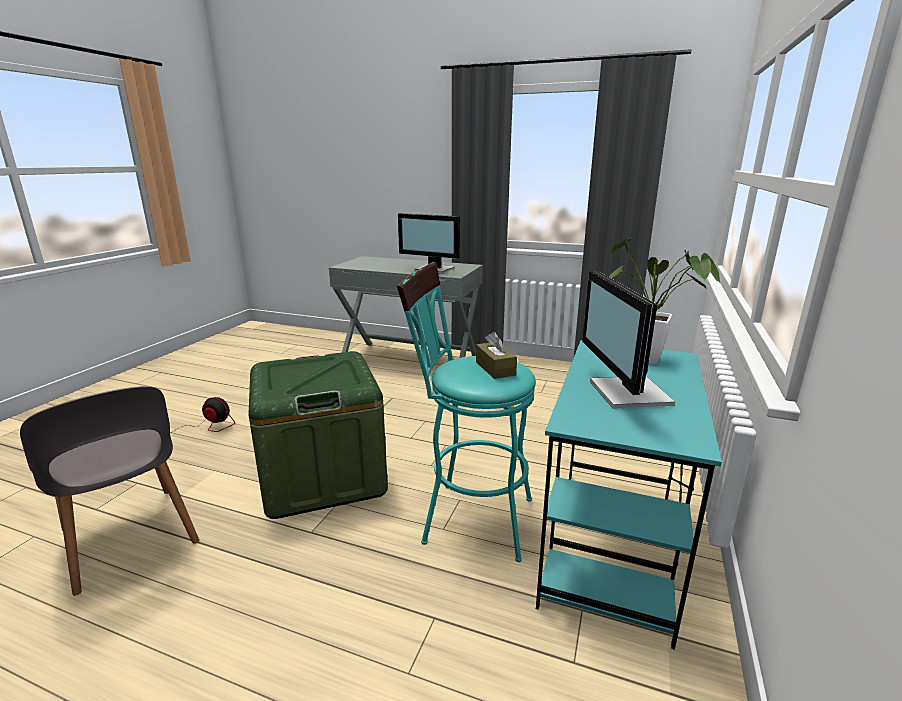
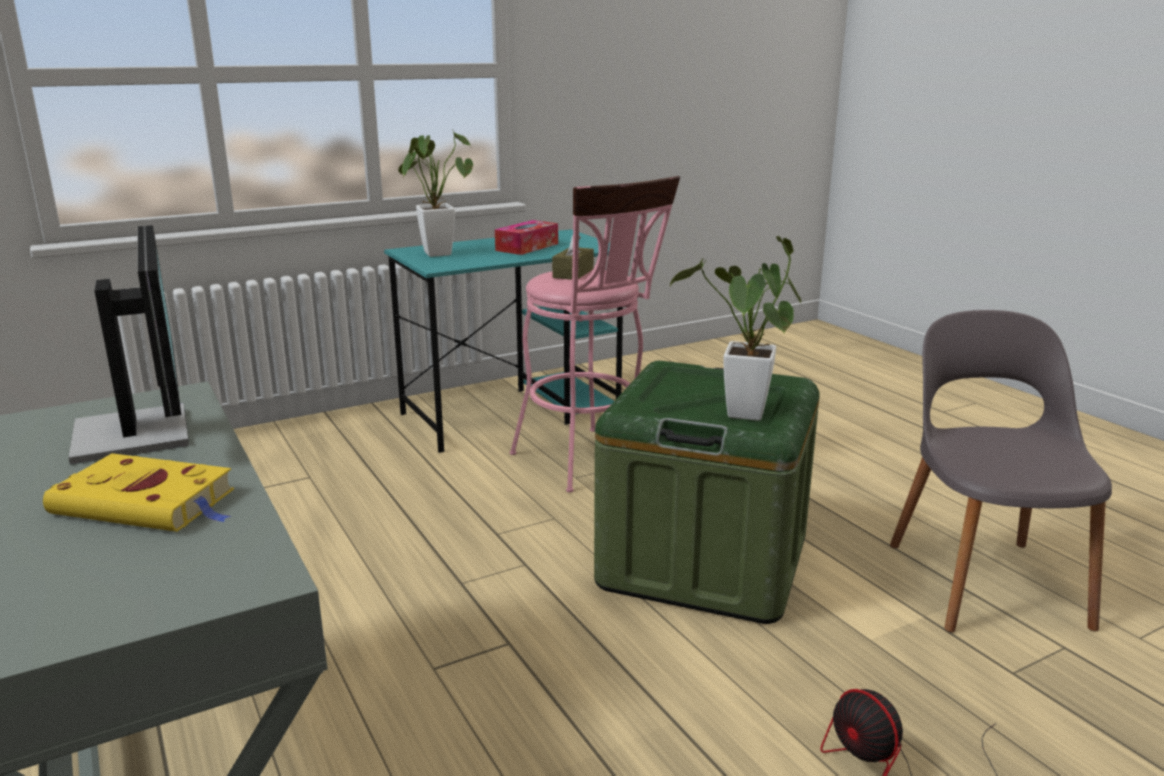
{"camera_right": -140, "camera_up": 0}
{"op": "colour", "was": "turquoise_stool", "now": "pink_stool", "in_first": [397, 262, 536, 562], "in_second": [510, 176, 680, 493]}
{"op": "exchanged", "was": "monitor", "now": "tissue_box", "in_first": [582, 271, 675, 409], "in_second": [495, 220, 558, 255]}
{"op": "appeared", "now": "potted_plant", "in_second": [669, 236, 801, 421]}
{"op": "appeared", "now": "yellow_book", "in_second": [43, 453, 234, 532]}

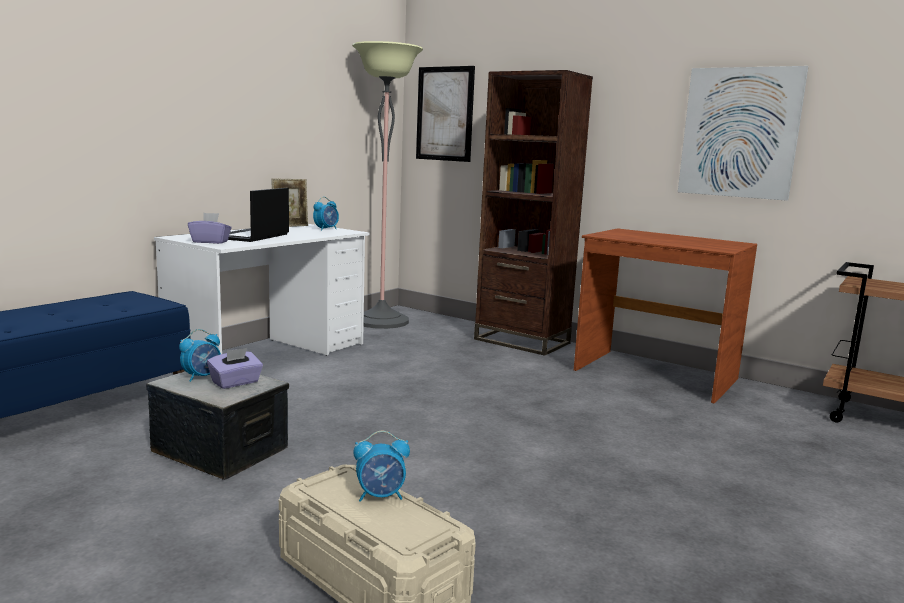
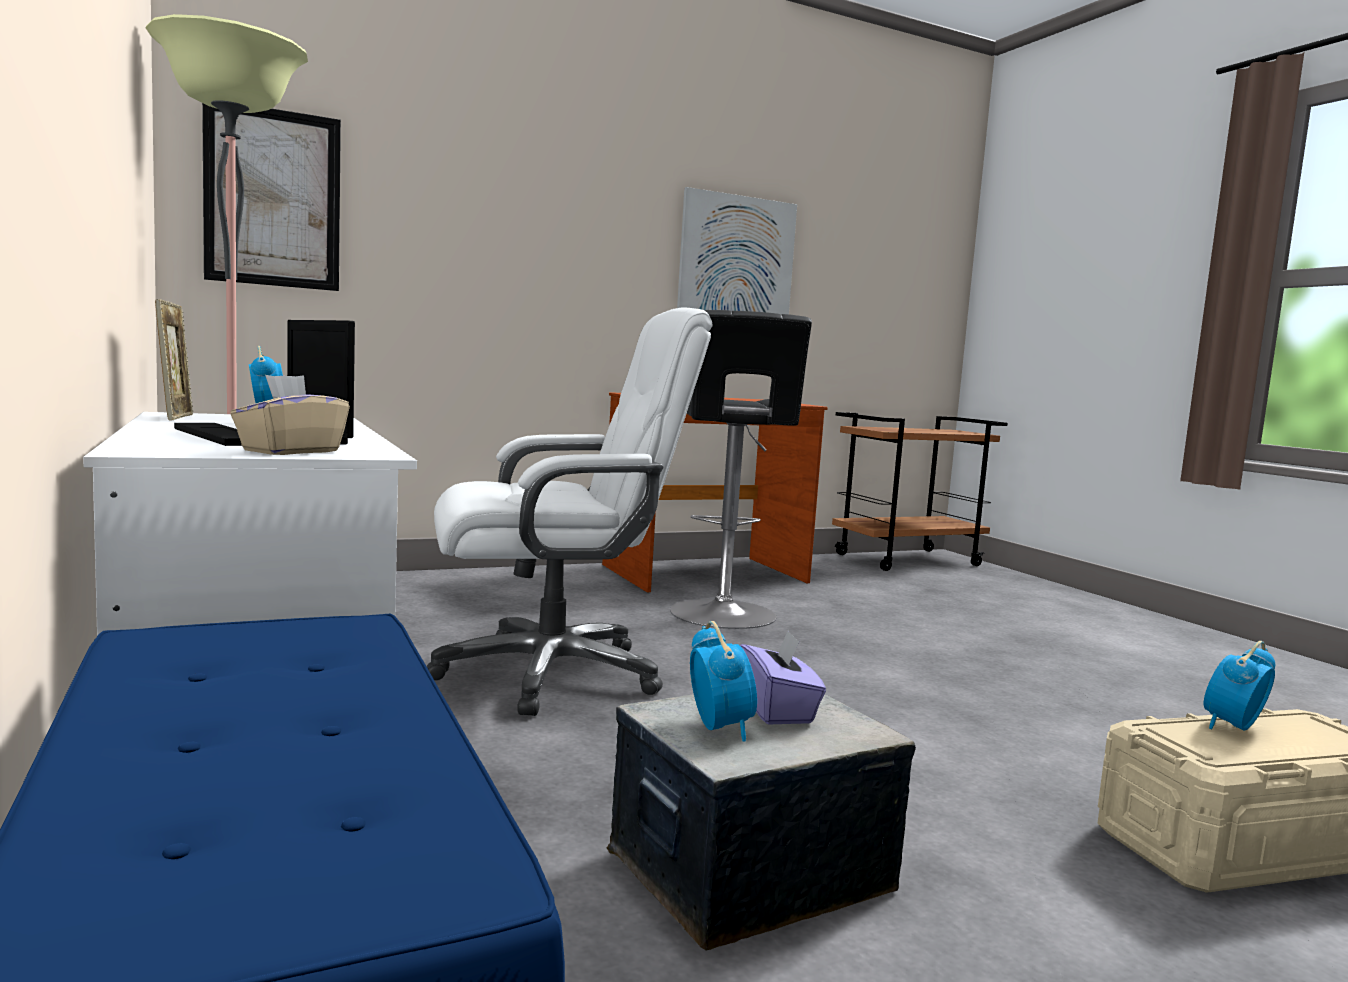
{"camera_right": -60, "camera_up": -5}
{"op": "missing", "was": "brown_bookcase", "in_first": [474, 70, 593, 356]}
{"op": "colour", "was": "purple_tissue_box", "now": "beige_tissue_box", "in_first": [188, 213, 232, 244], "in_second": [230, 375, 350, 455]}
{"op": "spun", "was": "alarm_clock", "in_first": [353, 431, 410, 502], "in_second": [1204, 641, 1275, 731], "clockwise": -150}
{"op": "appeared", "now": "white_office_chair", "in_second": [427, 307, 712, 716]}
{"op": "appeared", "now": "black_stool", "in_second": [670, 310, 812, 629]}

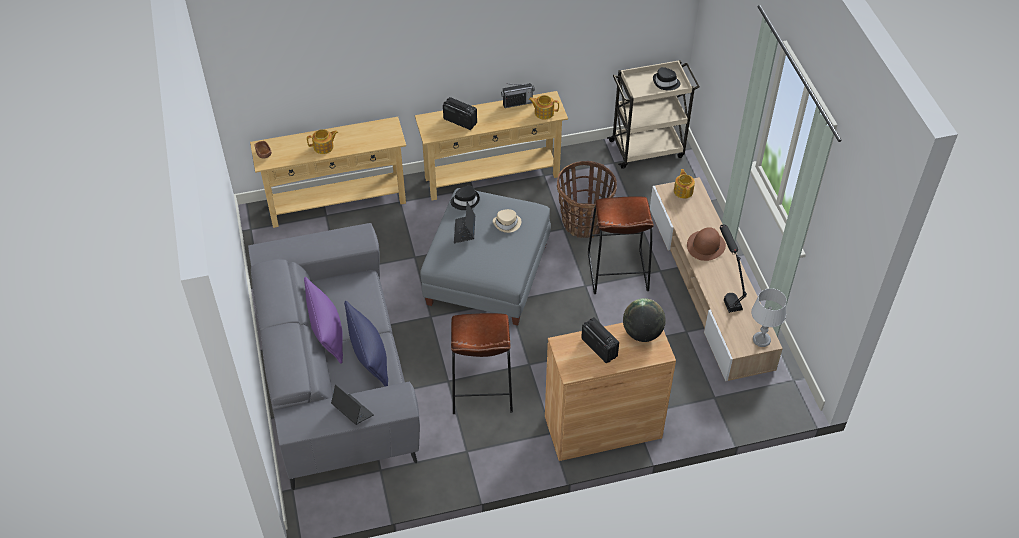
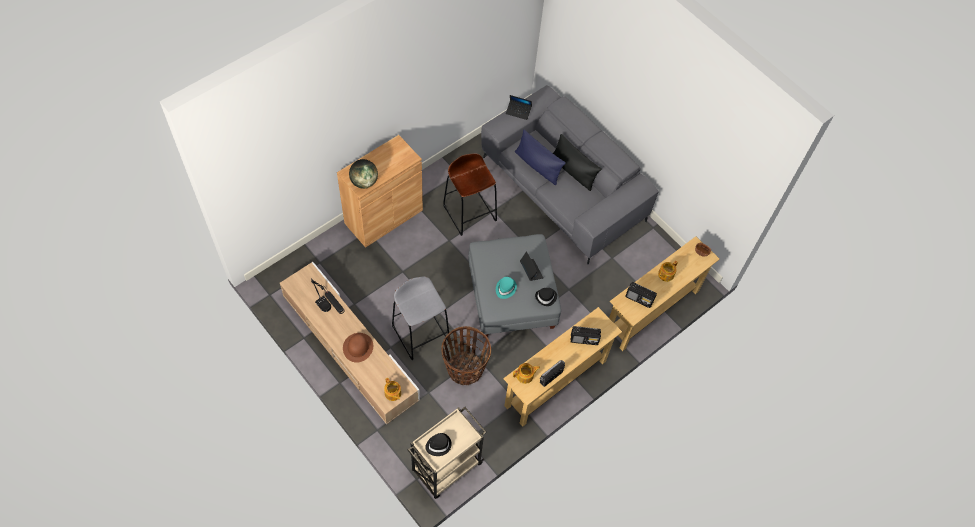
{"camera_right": 150, "camera_up": 10}
{"op": "colour", "was": "brown_stool", "now": "grey_stool", "in_first": [588, 196, 654, 294], "in_second": [392, 276, 449, 360]}
{"op": "colour", "was": "beige_hat", "now": "turquoise_hat", "in_first": [493, 209, 522, 233], "in_second": [496, 277, 517, 299]}
{"op": "colour", "was": "purple_pillow", "now": "black_pillow", "in_first": [304, 277, 343, 364], "in_second": [553, 134, 602, 191]}
{"op": "missing", "was": "grey_table_lamp", "in_first": [751, 288, 787, 347]}
{"op": "relocated", "was": "radio", "in_first": [581, 317, 619, 364], "in_second": [625, 282, 657, 308]}

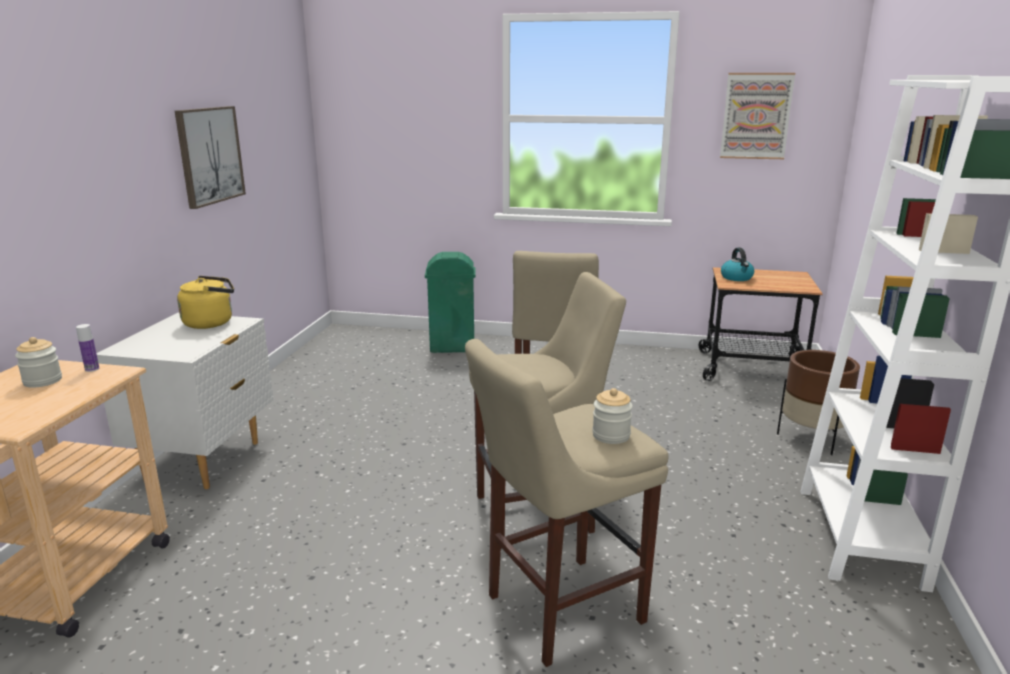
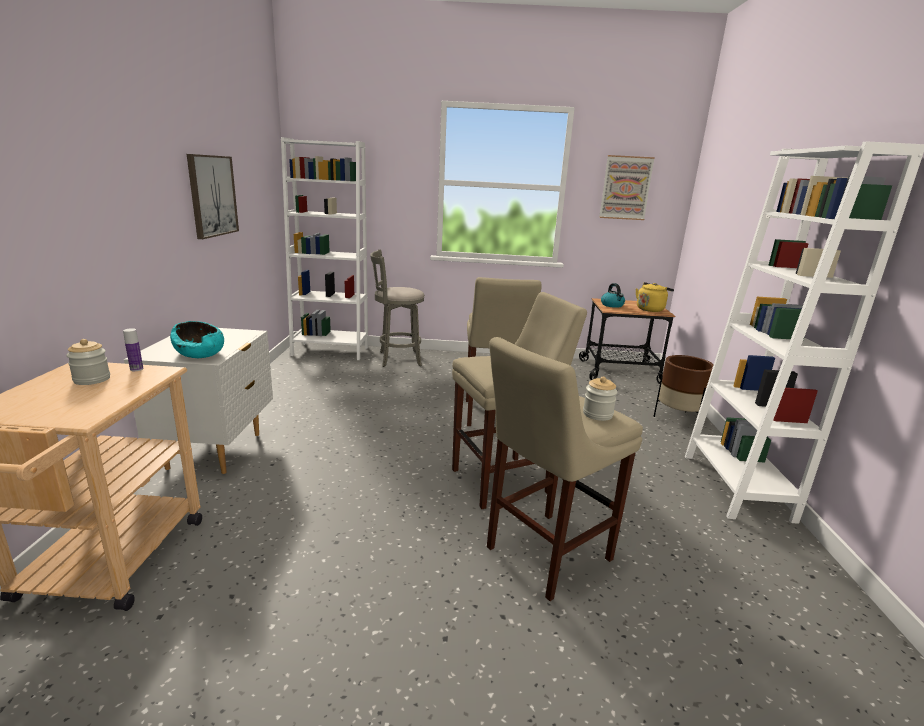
{"camera_right": -10, "camera_up": 0}
{"op": "exchanged", "was": "green_trash_can", "now": "grey_stool", "in_first": [425, 252, 476, 353], "in_second": [370, 249, 425, 367]}
{"op": "relocated", "was": "yellow_kettle", "in_first": [177, 276, 234, 329], "in_second": [636, 282, 674, 312]}
{"op": "appeared", "now": "white_bookcase", "in_second": [281, 137, 368, 360]}
{"op": "appeared", "now": "turquoise_bowl", "in_second": [170, 321, 224, 358]}

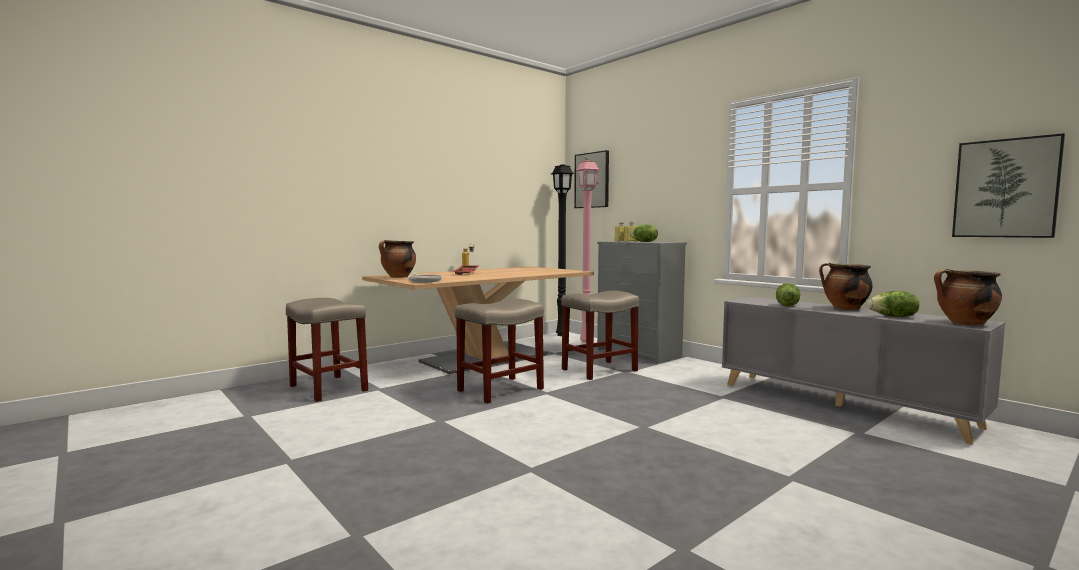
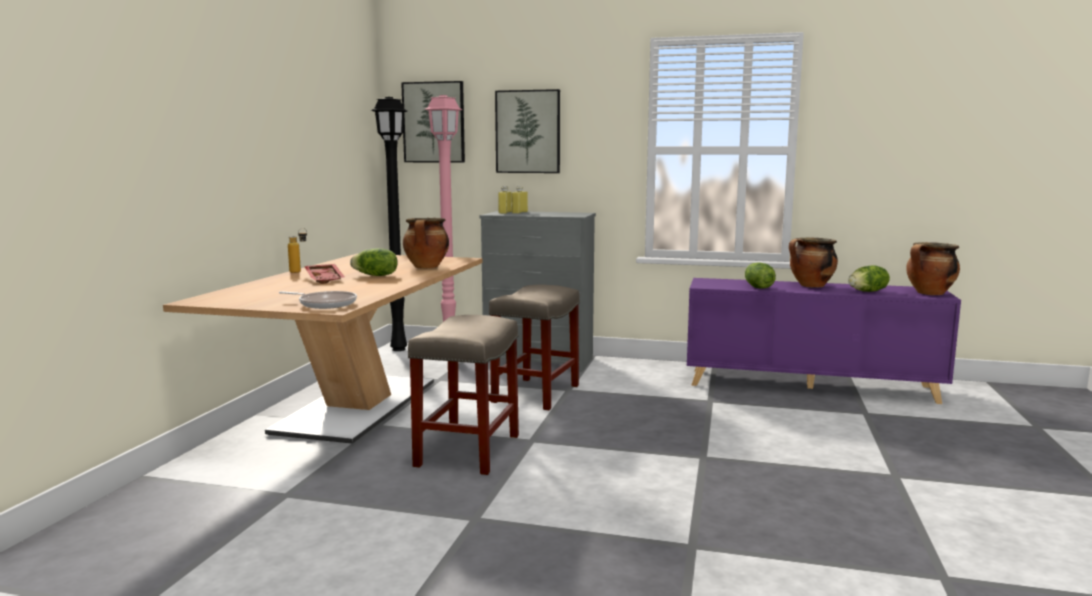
{"camera_right": -35, "camera_up": 5}
{"op": "relocated", "was": "picture", "in_first": [952, 133, 1065, 238], "in_second": [495, 89, 560, 173]}
{"op": "relocated", "was": "lettuce", "in_first": [630, 224, 658, 242], "in_second": [350, 248, 398, 276]}
{"op": "relocated", "was": "cooking_pot", "in_first": [379, 240, 416, 278], "in_second": [403, 218, 449, 269]}
{"op": "colour", "was": "grey_cabinet", "now": "purple_cabinet", "in_first": [722, 297, 1005, 445], "in_second": [687, 278, 961, 404]}
{"op": "missing", "was": "beige_stool", "in_first": [286, 298, 368, 402]}

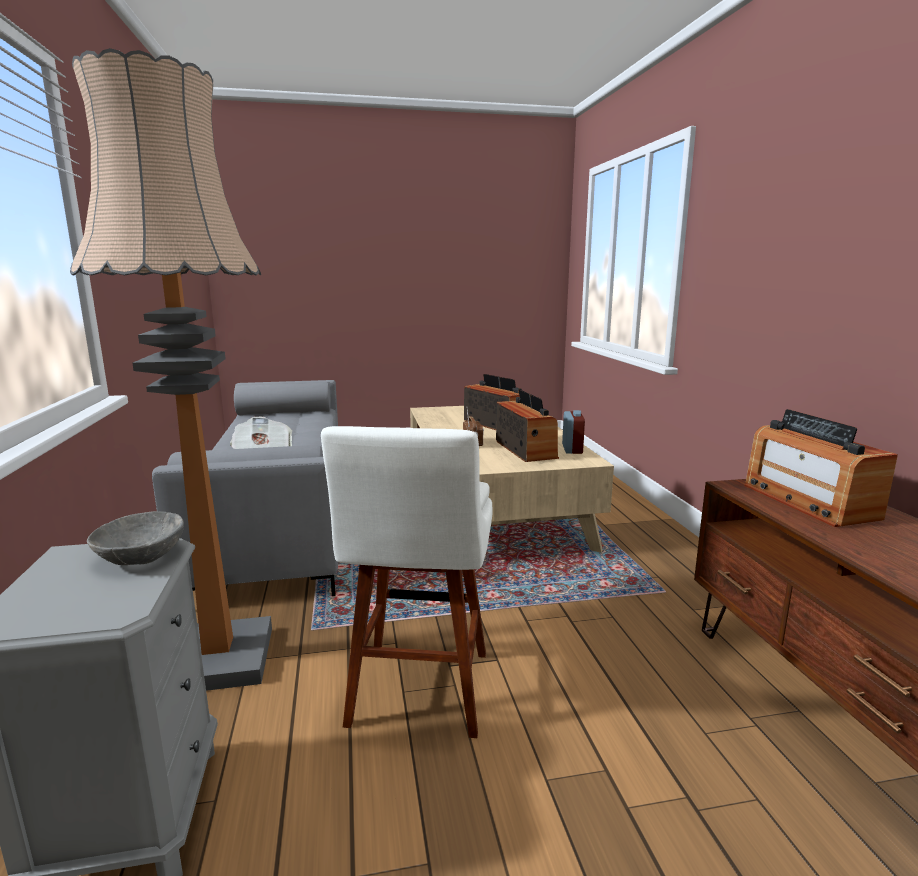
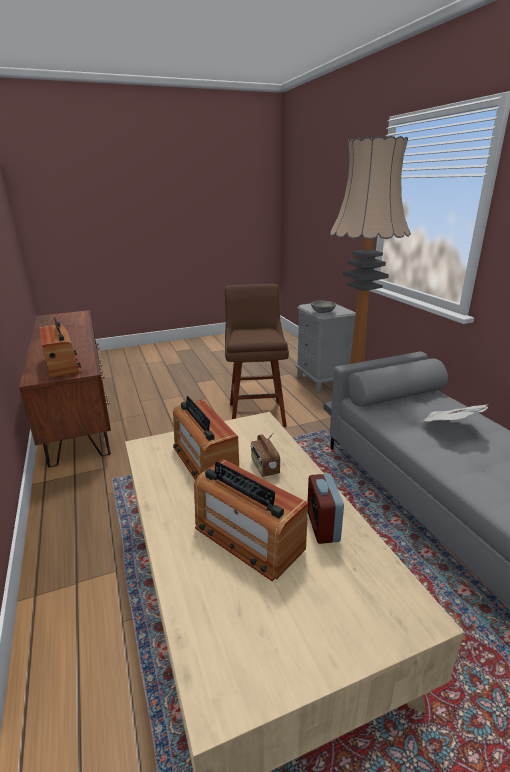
{"camera_right": 170, "camera_up": 10}
{"op": "relocated", "was": "alarm_clock", "in_first": [562, 410, 585, 454], "in_second": [308, 474, 344, 544]}
{"op": "colour", "was": "white_stool", "now": "brown_stool", "in_first": [321, 426, 492, 738], "in_second": [225, 284, 289, 427]}

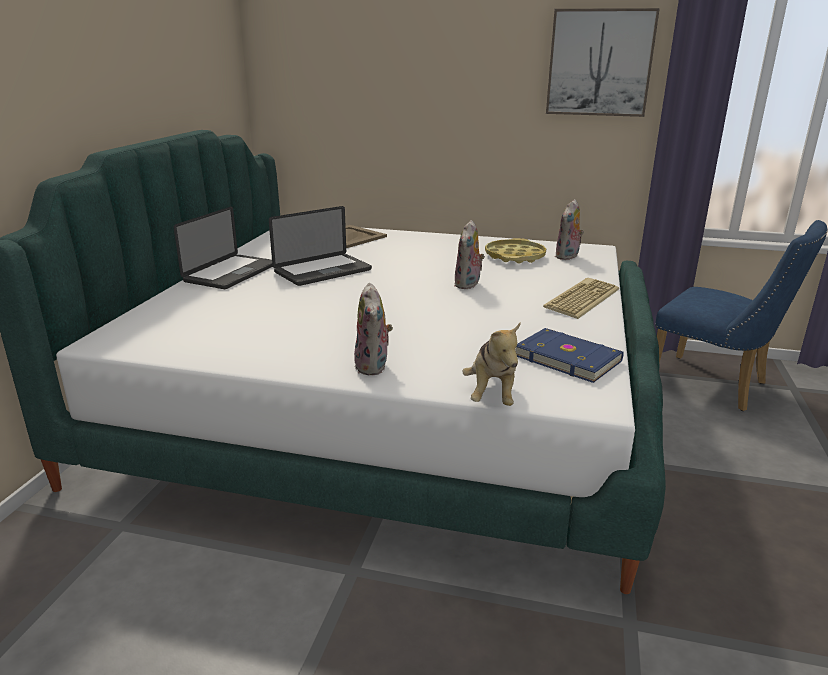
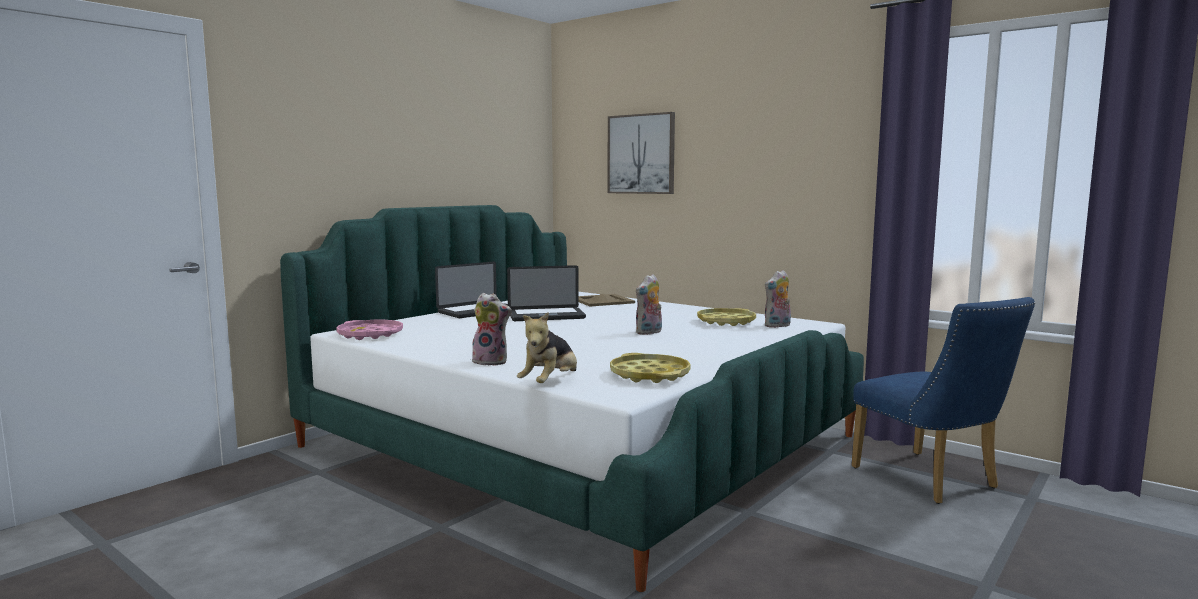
{"camera_right": 25, "camera_up": -15}
{"op": "relocated", "was": "picture", "in_first": [546, 8, 660, 117], "in_second": [608, 112, 675, 194]}
{"op": "missing", "was": "keyboard", "in_first": [543, 278, 619, 319]}
{"op": "spun", "was": "plush_toy", "in_first": [354, 283, 393, 376], "in_second": [472, 293, 512, 366], "clockwise": -90}
{"op": "exchanged", "was": "blue_book", "now": "yellow_tray", "in_first": [515, 328, 624, 383], "in_second": [610, 353, 690, 383]}
{"op": "appeared", "now": "pink_tray", "in_second": [336, 320, 403, 340]}

